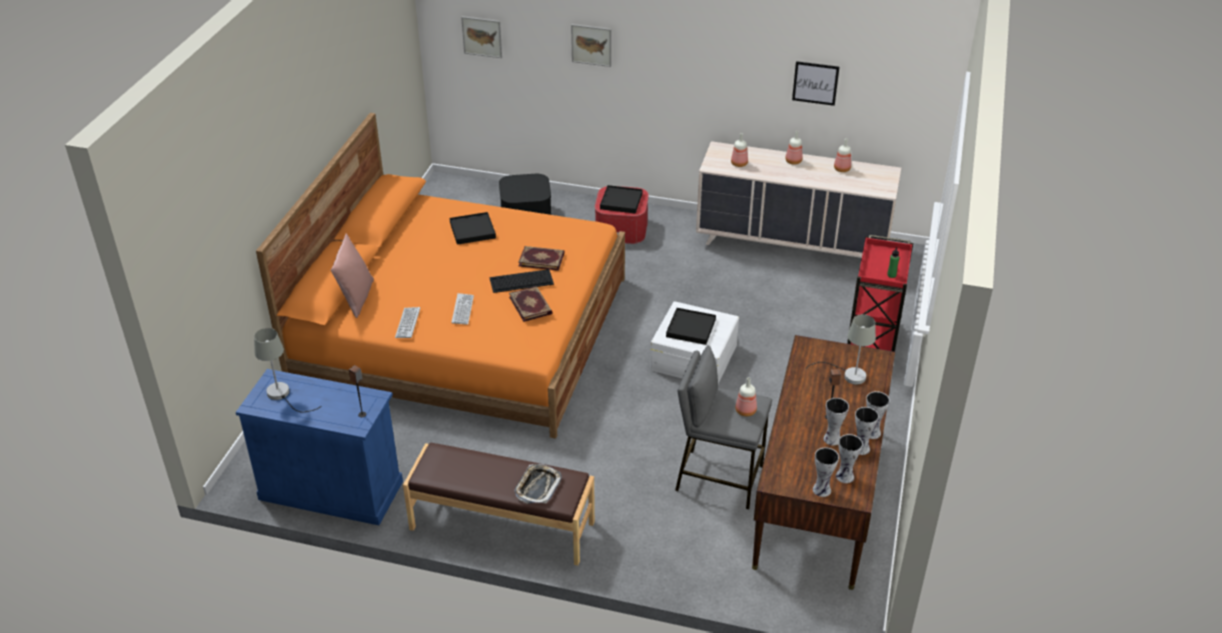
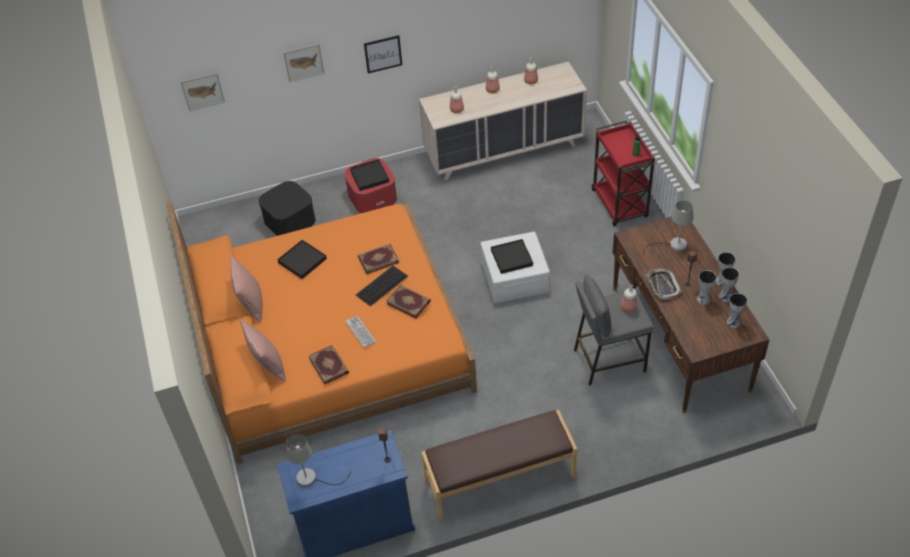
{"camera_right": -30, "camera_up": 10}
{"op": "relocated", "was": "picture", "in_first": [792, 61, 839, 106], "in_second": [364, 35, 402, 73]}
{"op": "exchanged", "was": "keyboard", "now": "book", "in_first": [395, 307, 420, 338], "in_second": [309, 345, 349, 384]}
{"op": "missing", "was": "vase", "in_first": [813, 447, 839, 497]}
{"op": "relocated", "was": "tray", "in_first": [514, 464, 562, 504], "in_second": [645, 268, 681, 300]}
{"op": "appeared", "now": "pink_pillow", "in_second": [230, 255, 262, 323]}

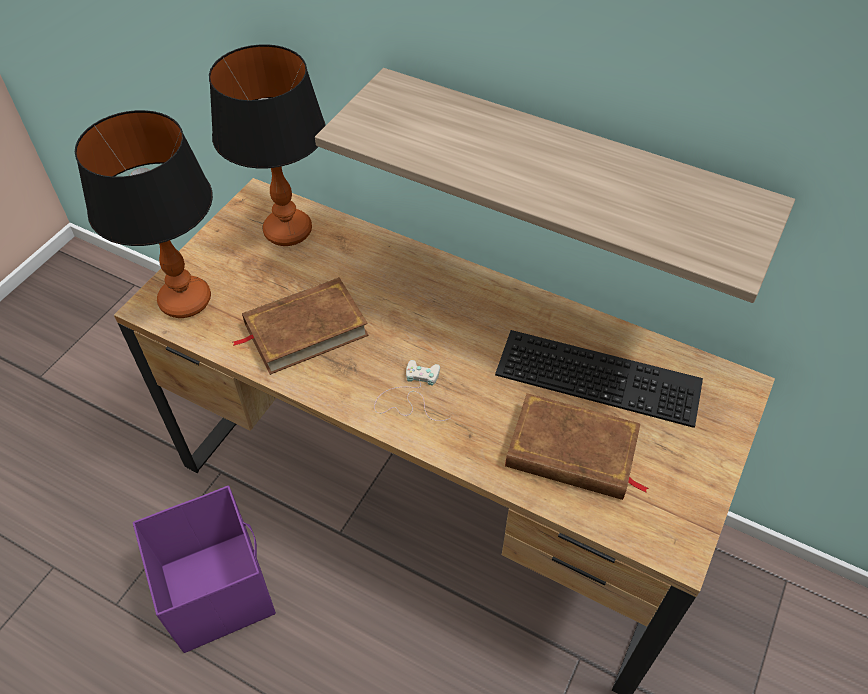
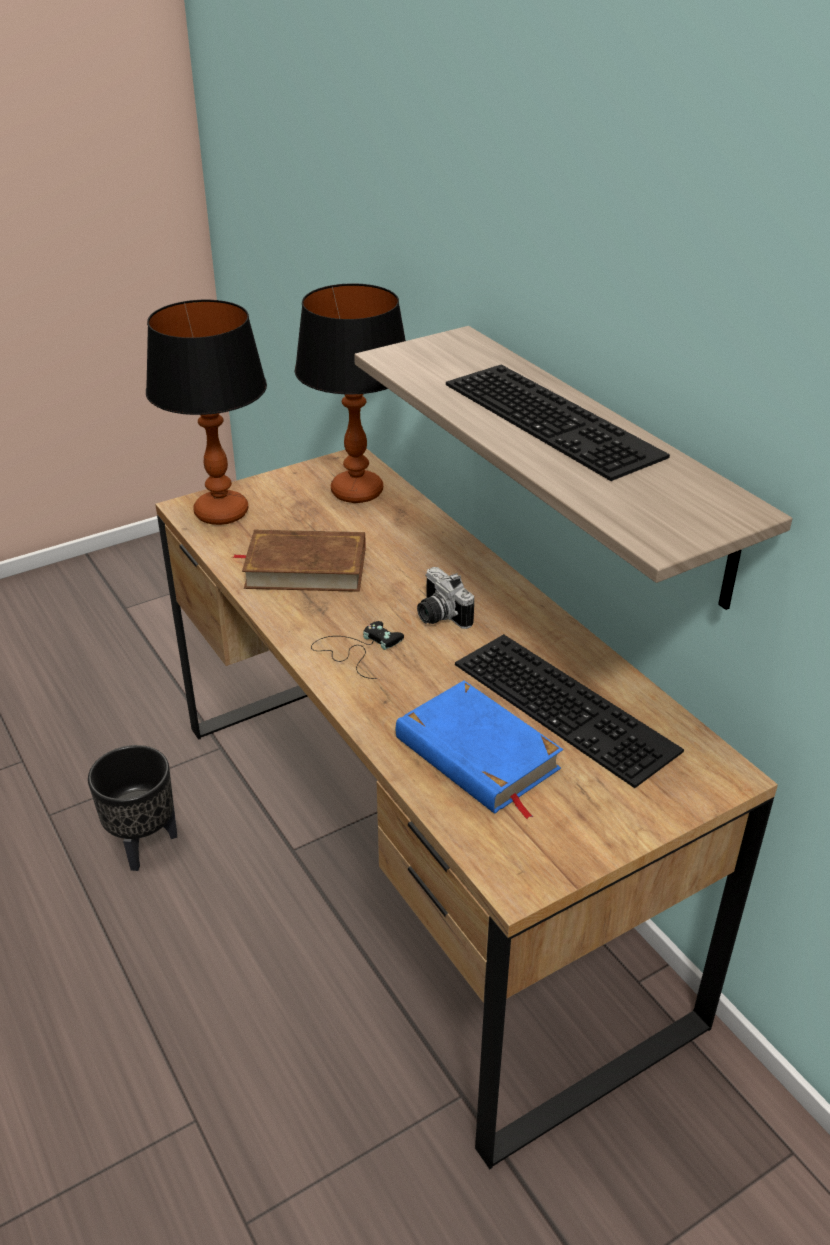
{"camera_right": 30, "camera_up": -15}
{"op": "colour", "was": "white_game_controller", "now": "black_game_controller", "in_first": [374, 360, 450, 421], "in_second": [311, 621, 404, 679]}
{"op": "colour", "was": "brown_book", "now": "blue_book", "in_first": [505, 393, 649, 500], "in_second": [396, 681, 563, 820]}
{"op": "exchanged", "was": "purple_storage_box", "now": "black_planter", "in_first": [133, 486, 276, 653], "in_second": [88, 745, 177, 871]}
{"op": "appeared", "now": "keyboard", "in_second": [446, 365, 670, 481]}
{"op": "appeared", "now": "photo_camera", "in_second": [417, 567, 474, 629]}

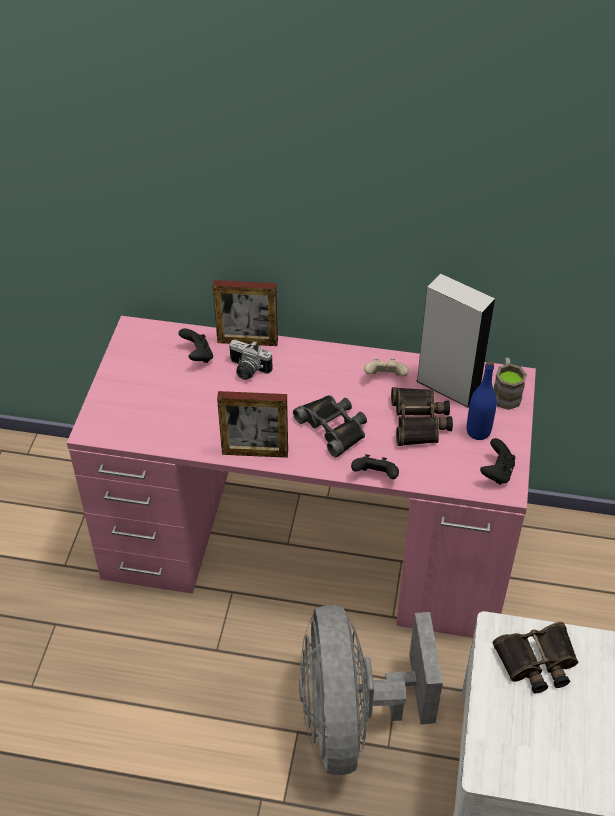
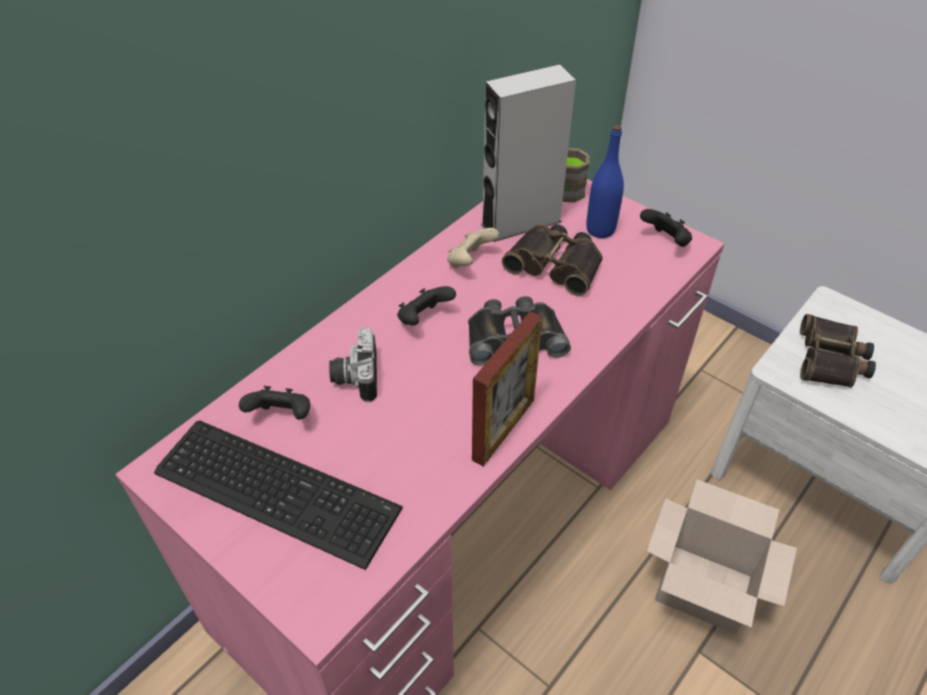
{"camera_right": -60, "camera_up": 0}
{"op": "missing", "was": "picture_frame", "in_first": [213, 280, 278, 346]}
{"op": "spun", "was": "photo_camera", "in_first": [229, 340, 273, 380], "in_second": [329, 328, 377, 402], "clockwise": 120}
{"op": "relocated", "was": "black_game_controller", "in_first": [351, 454, 399, 479], "in_second": [397, 286, 456, 325]}
{"op": "exchanged", "was": "grey_fan", "now": "cardboard_box", "in_first": [299, 605, 443, 775], "in_second": [646, 479, 797, 634]}
{"op": "appeared", "now": "keyboard", "in_second": [154, 420, 403, 570]}

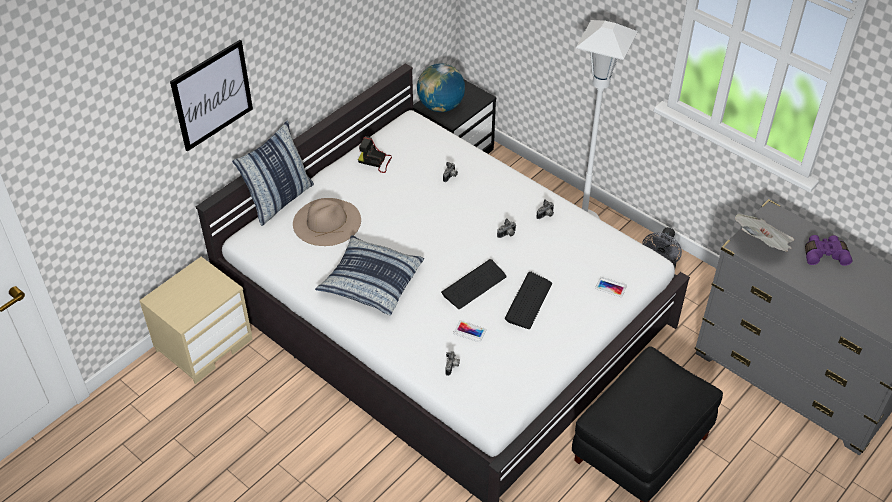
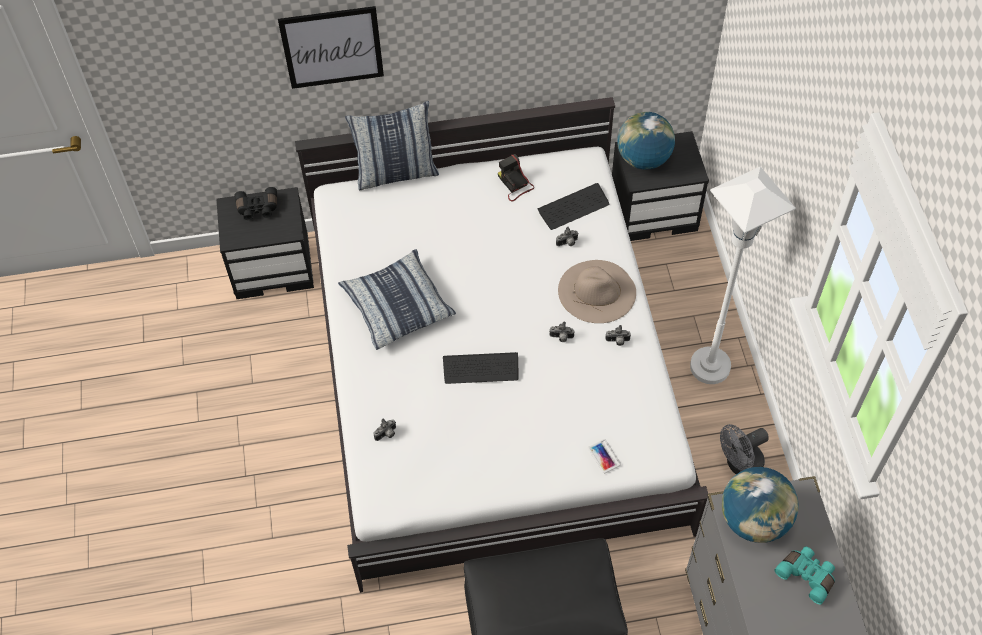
{"camera_right": 40, "camera_up": 10}
{"op": "relocated", "was": "beige_hat", "in_first": [293, 198, 361, 246], "in_second": [558, 260, 636, 323]}
{"op": "exchanged", "was": "newspaper", "now": "globe", "in_first": [735, 214, 794, 252], "in_second": [722, 467, 799, 543]}
{"op": "colour", "was": "purple_binoculars", "now": "turquoise_binoculars", "in_first": [805, 235, 852, 266], "in_second": [775, 547, 835, 605]}
{"op": "colour", "was": "beige_nightstand", "now": "black_nightstand", "in_first": [139, 257, 252, 384], "in_second": [216, 187, 314, 299]}
{"op": "relocated", "was": "keyboard", "in_first": [505, 272, 552, 329], "in_second": [538, 183, 609, 230]}
{"op": "missing", "was": "phone", "in_first": [453, 321, 487, 342]}
{"op": "appeared", "now": "black_binoculars", "in_second": [235, 187, 277, 220]}

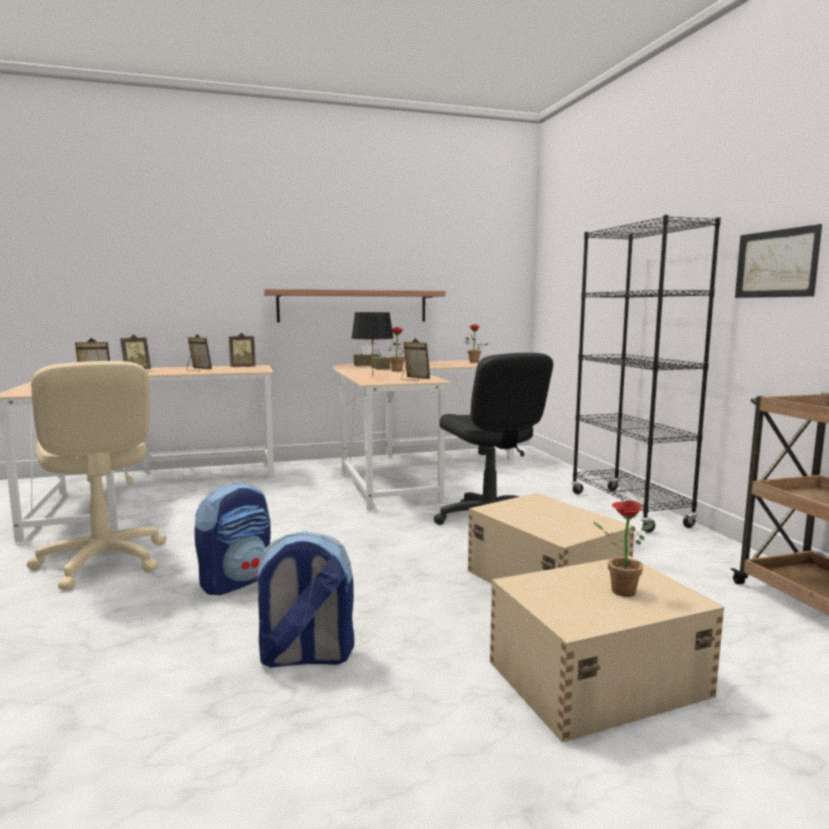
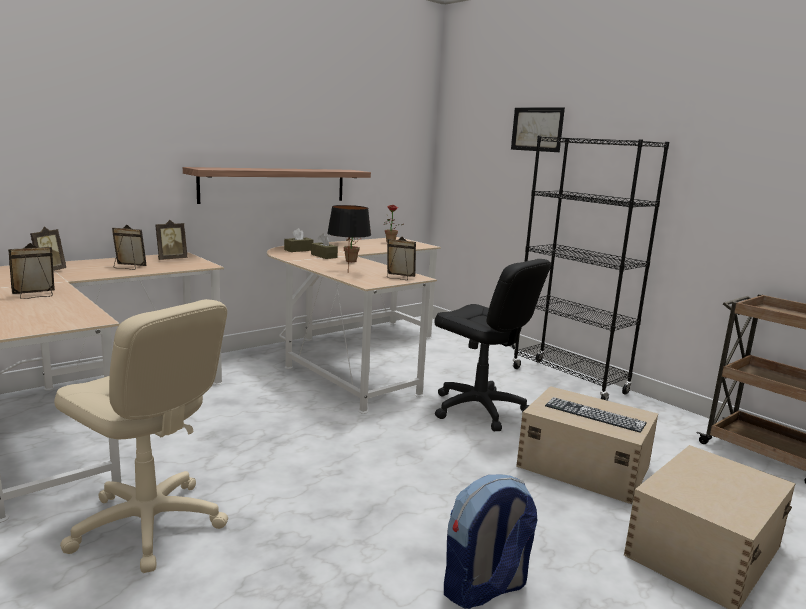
{"camera_right": -25, "camera_up": 5}
{"op": "relocated", "was": "picture", "in_first": [735, 224, 822, 298], "in_second": [511, 107, 565, 152]}
{"op": "missing", "was": "backpack", "in_first": [194, 482, 271, 595]}
{"op": "missing", "was": "potted_plant", "in_first": [593, 500, 649, 597]}
{"op": "appeared", "now": "keyboard", "in_second": [545, 397, 647, 433]}

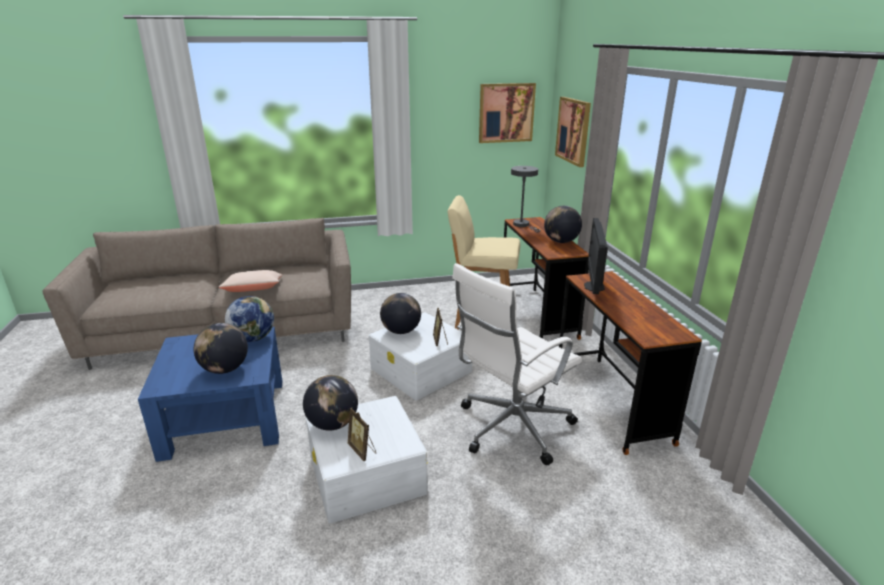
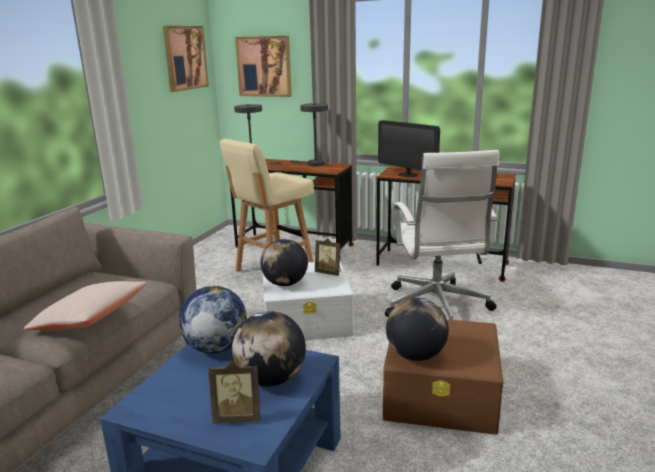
{"camera_right": -55, "camera_up": -5}
{"op": "exchanged", "was": "globe", "now": "grey_table_lamp", "in_first": [544, 206, 582, 243], "in_second": [290, 103, 328, 166]}
{"op": "colour", "was": "white_storage_box", "now": "brown_storage_box", "in_first": [306, 396, 428, 524], "in_second": [383, 319, 503, 435]}
{"op": "relocated", "was": "picture_frame", "in_first": [348, 408, 376, 461], "in_second": [208, 361, 260, 424]}

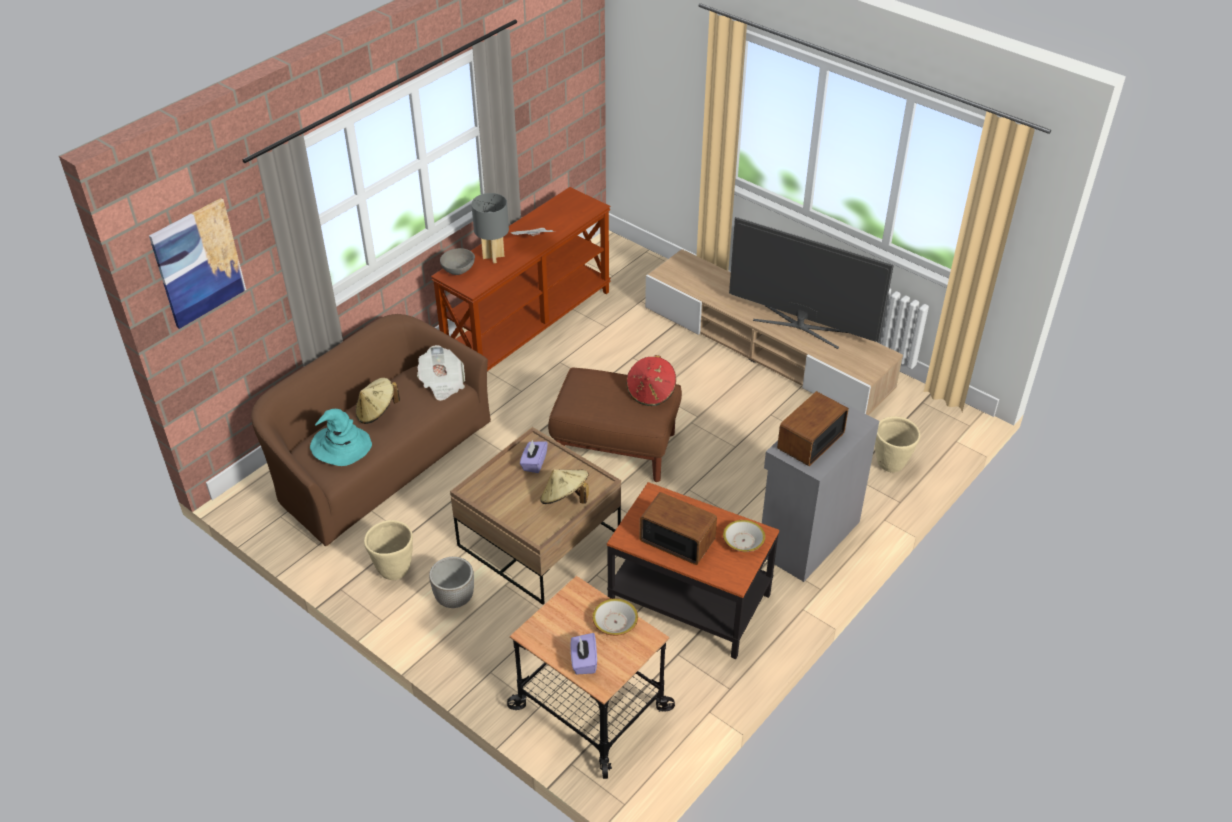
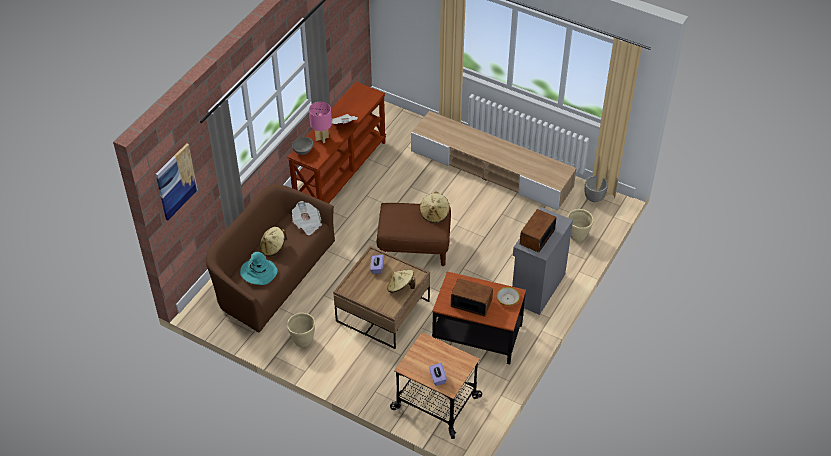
{"camera_right": -10, "camera_up": 5}
{"op": "colour", "was": "grey_table_lamp", "now": "pink_table_lamp", "in_first": [471, 193, 509, 263], "in_second": [309, 102, 332, 143]}
{"op": "missing", "was": "television", "in_first": [729, 217, 894, 349]}
{"op": "colour", "was": "red_hat", "now": "beige_hat", "in_first": [626, 355, 676, 406], "in_second": [419, 192, 450, 223]}
{"op": "relocated", "was": "planter", "in_first": [429, 557, 474, 608], "in_second": [585, 176, 608, 202]}
{"op": "missing", "was": "bowl", "in_first": [592, 598, 638, 636]}

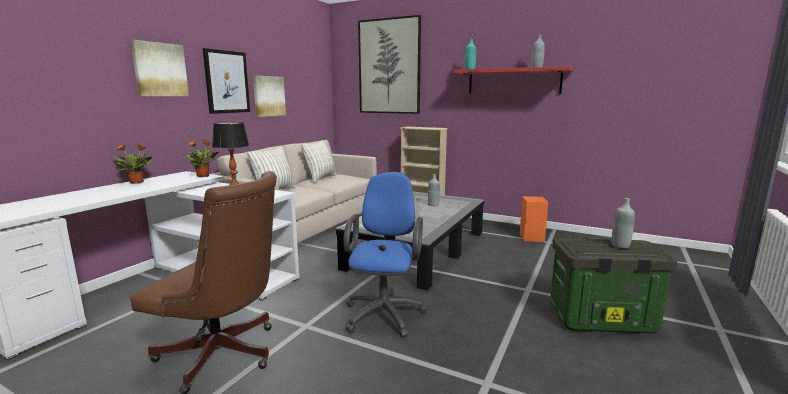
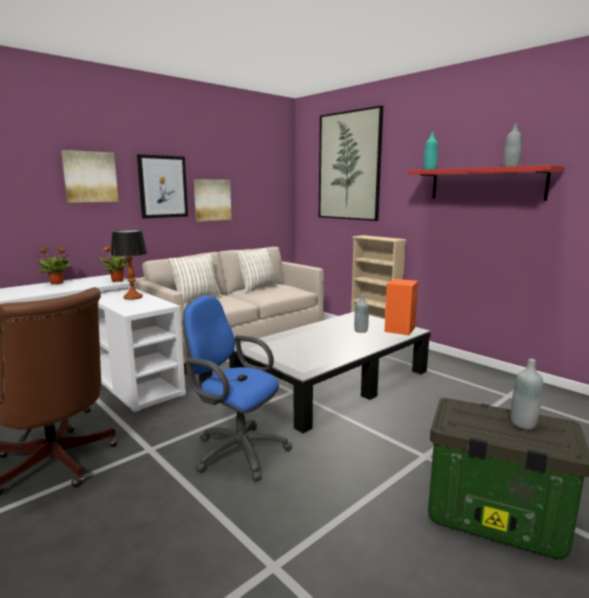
{"camera_right": 20, "camera_up": 0}
{"op": "spun", "was": "blue_office_chair", "in_first": [343, 172, 427, 338], "in_second": [183, 295, 292, 482], "clockwise": -90}
{"op": "relocated", "was": "orange_speaker", "in_first": [520, 196, 548, 242], "in_second": [384, 279, 418, 335]}

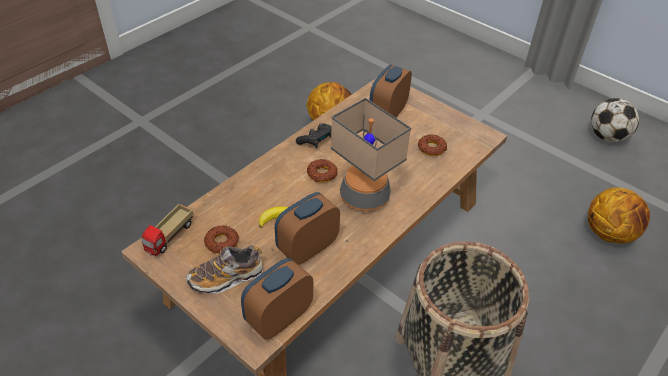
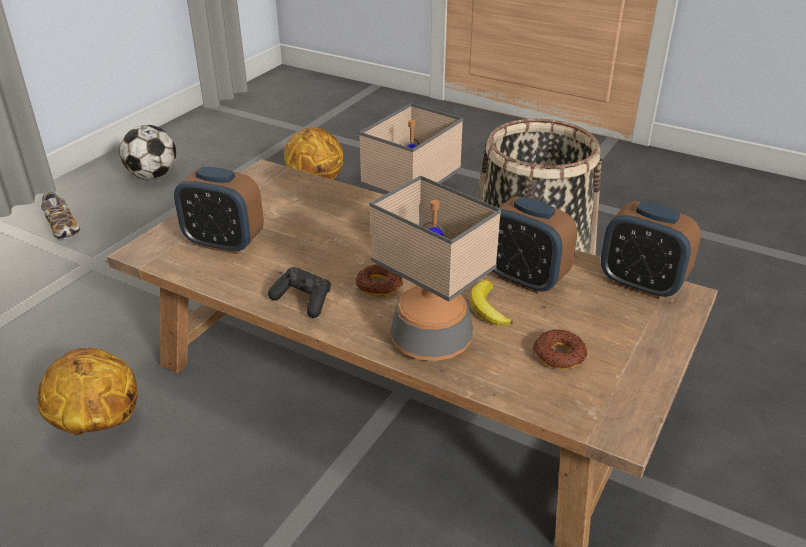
{"camera_right": -100, "camera_up": -10}
{"op": "missing", "was": "donut", "in_first": [418, 134, 447, 156]}
{"op": "missing", "was": "toy_truck", "in_first": [141, 204, 193, 256]}
{"op": "relocated", "was": "shoe", "in_first": [186, 245, 263, 294], "in_second": [41, 191, 80, 240]}
{"op": "appeared", "now": "table_lamp", "in_second": [370, 175, 501, 361]}

